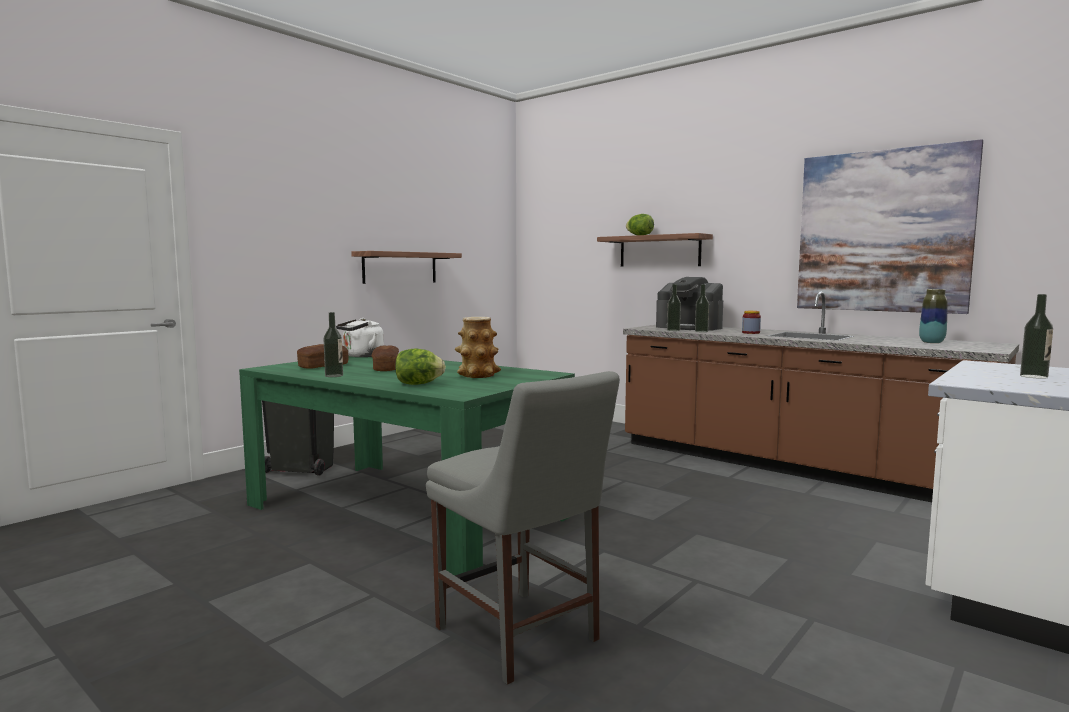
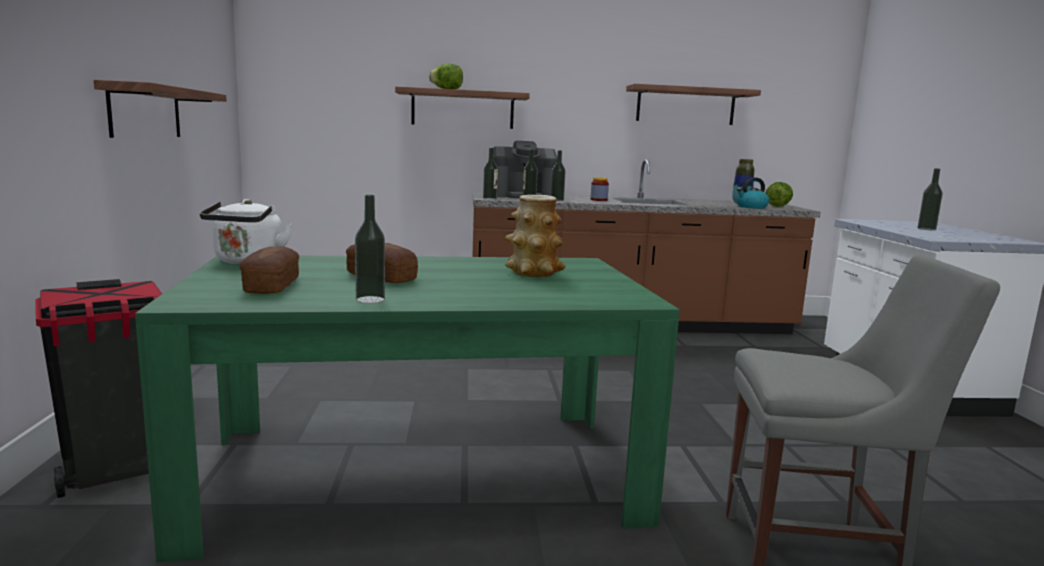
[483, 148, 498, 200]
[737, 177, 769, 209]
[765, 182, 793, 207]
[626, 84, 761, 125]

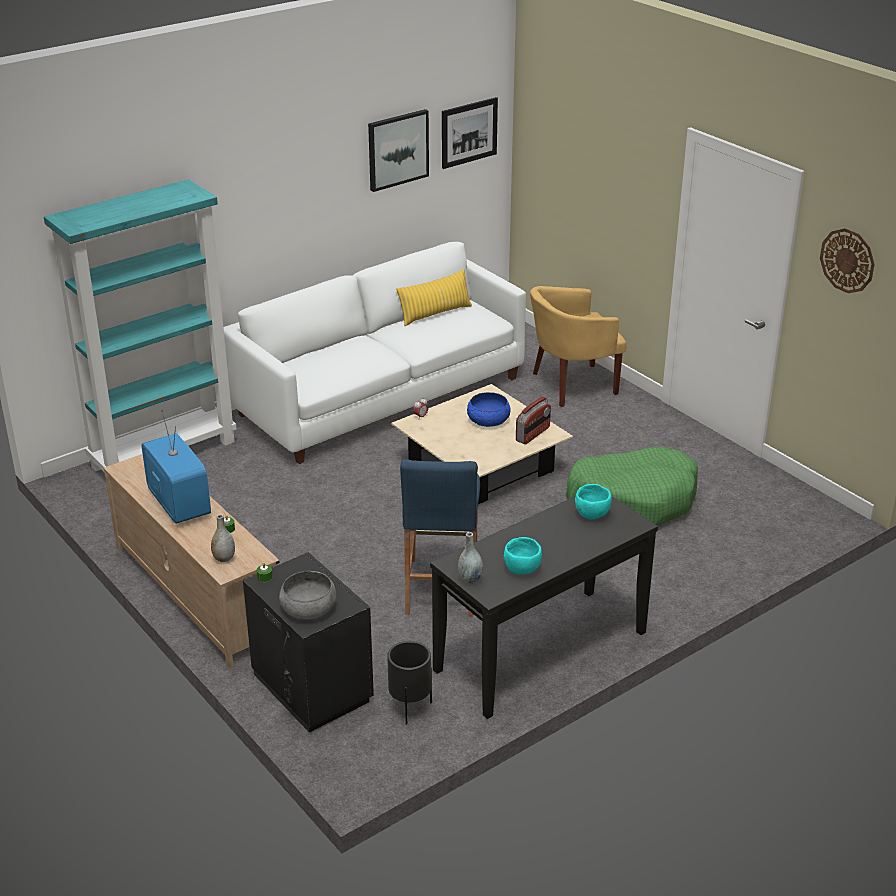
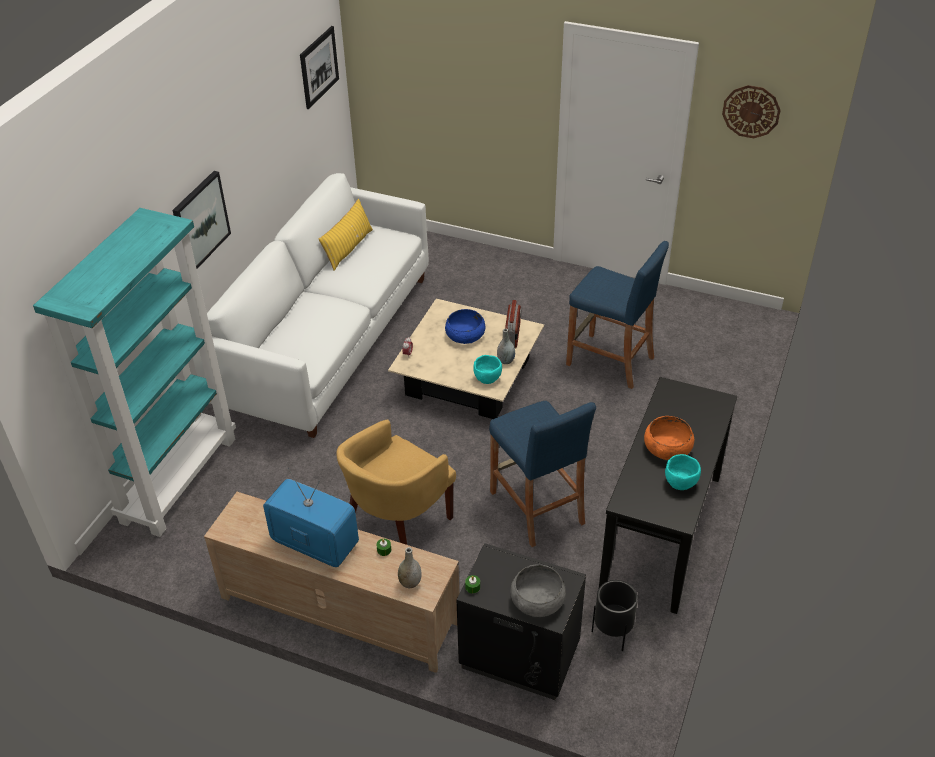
[644, 416, 694, 460]
[172, 171, 231, 269]
[497, 328, 515, 364]
[336, 420, 456, 545]
[473, 355, 502, 384]
[566, 241, 669, 389]

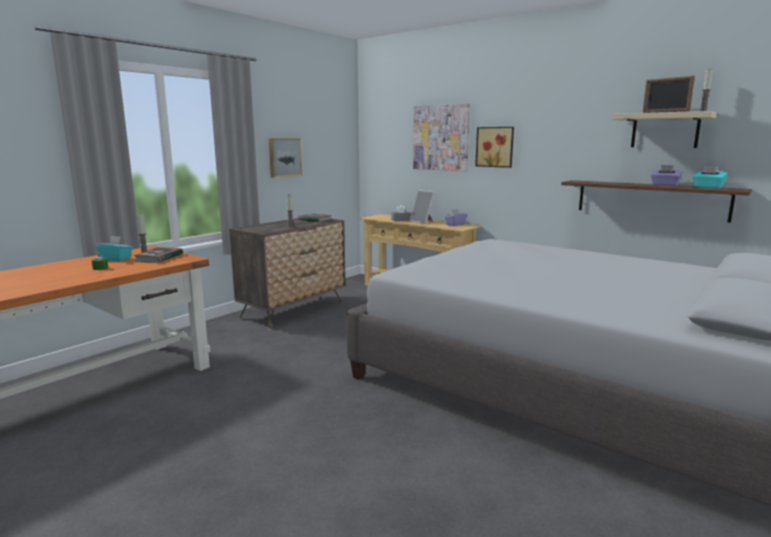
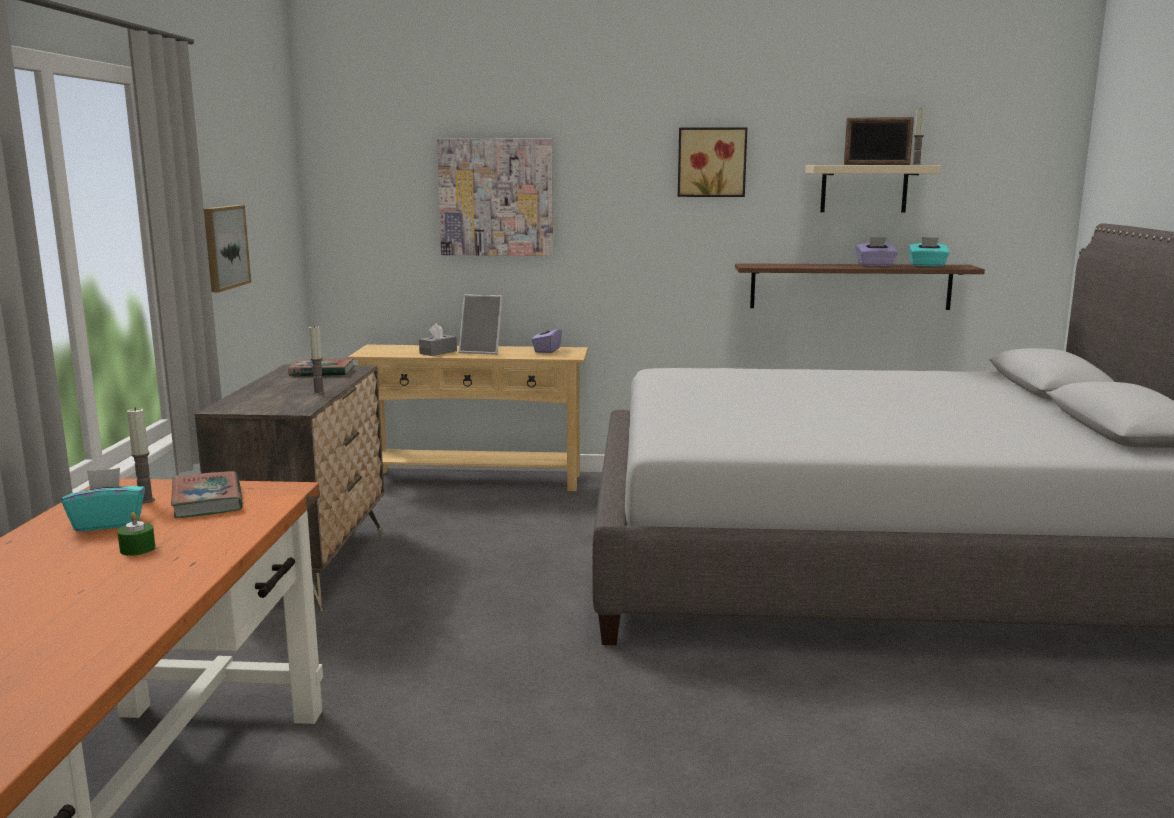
[678, 127, 747, 197]

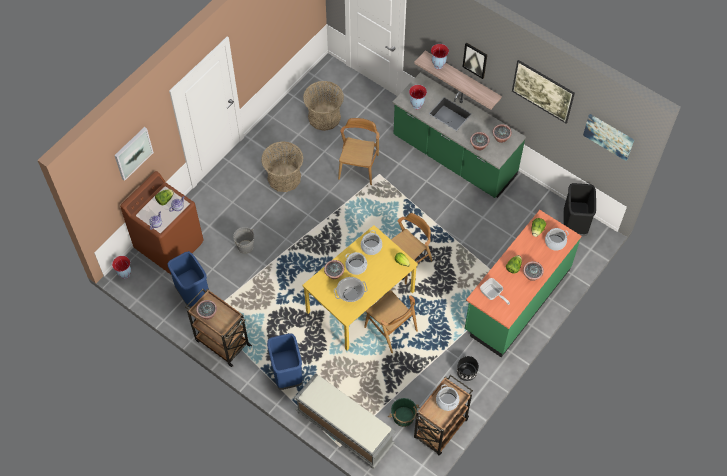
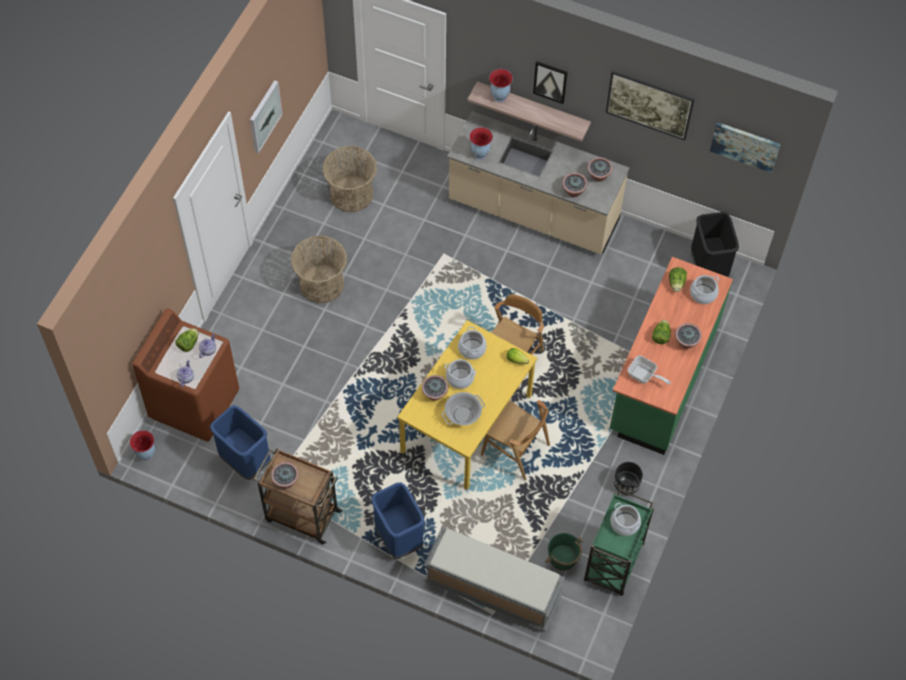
[233, 227, 254, 254] (first image)
[338, 118, 380, 185] (first image)
[250, 80, 283, 153]
[447, 111, 630, 254]
[584, 489, 654, 596]

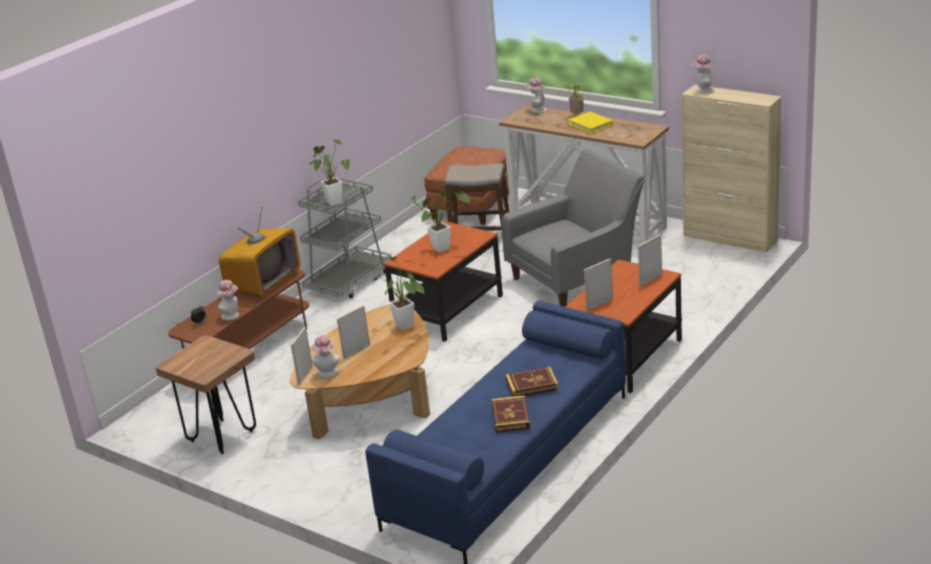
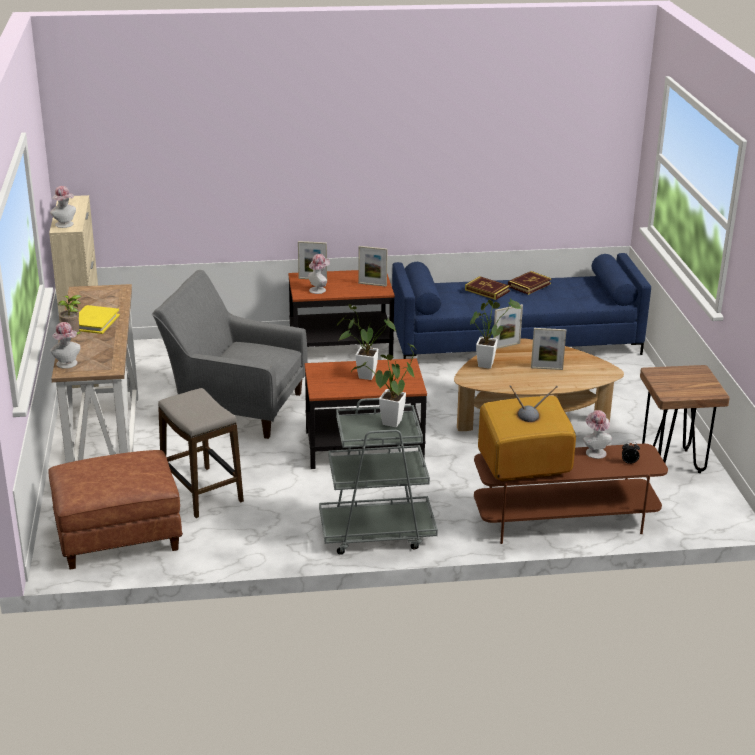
[493, 304, 523, 349]
[308, 254, 330, 294]

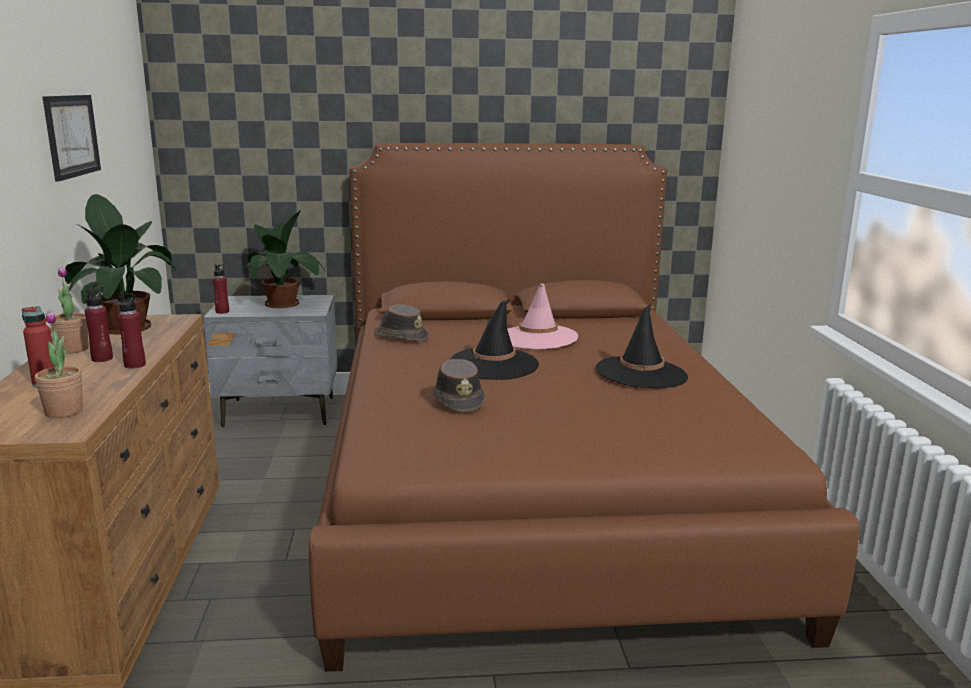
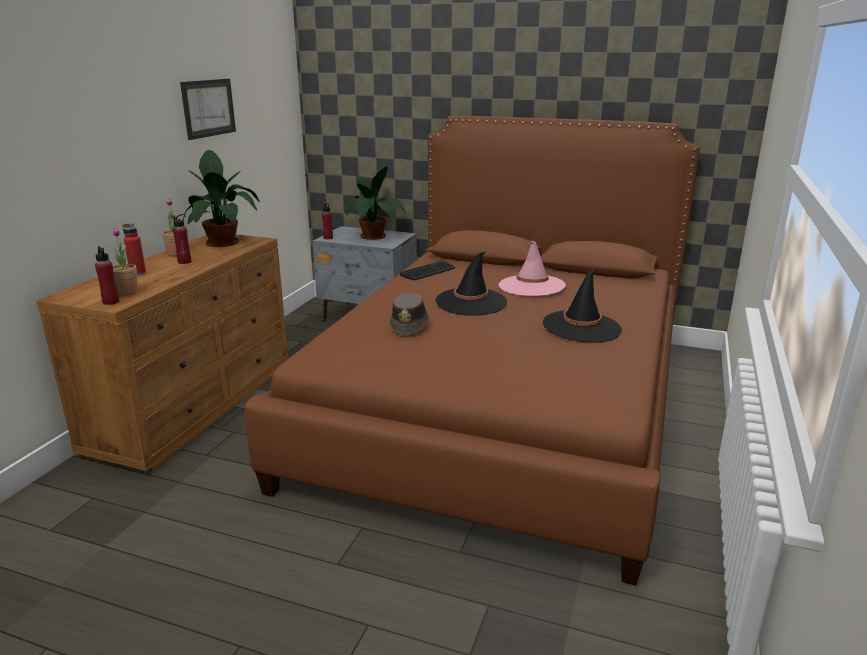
[95, 246, 119, 305]
[400, 261, 455, 280]

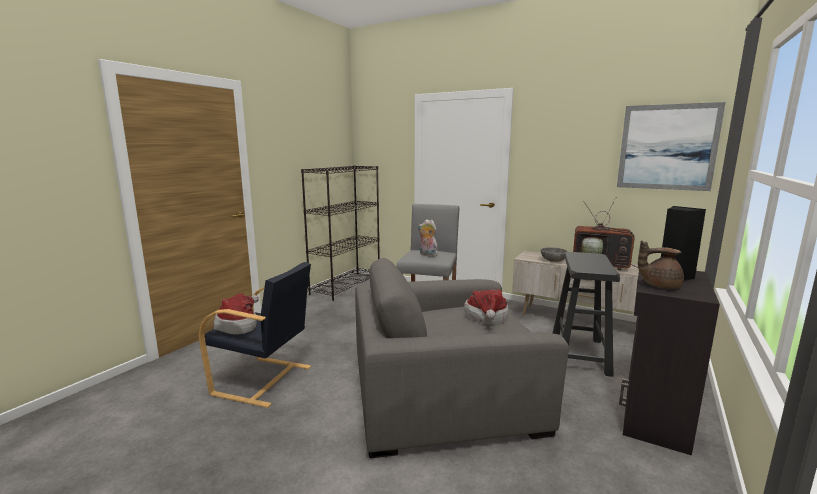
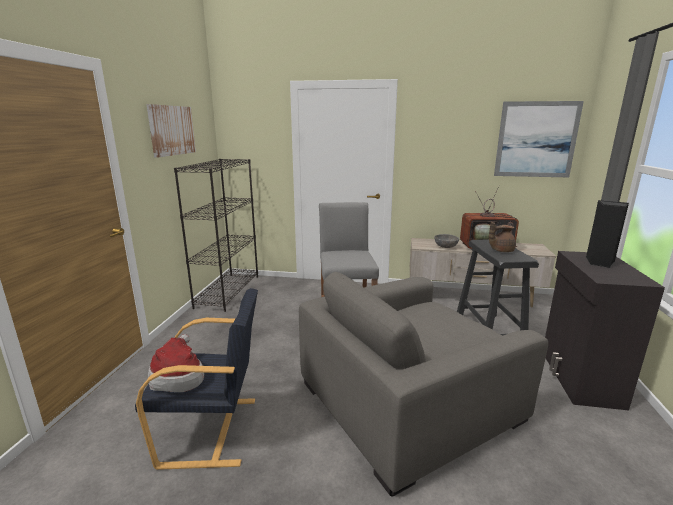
[418, 219, 438, 257] (first image)
[464, 289, 509, 325] (first image)
[146, 104, 196, 158]
[489, 222, 516, 252]

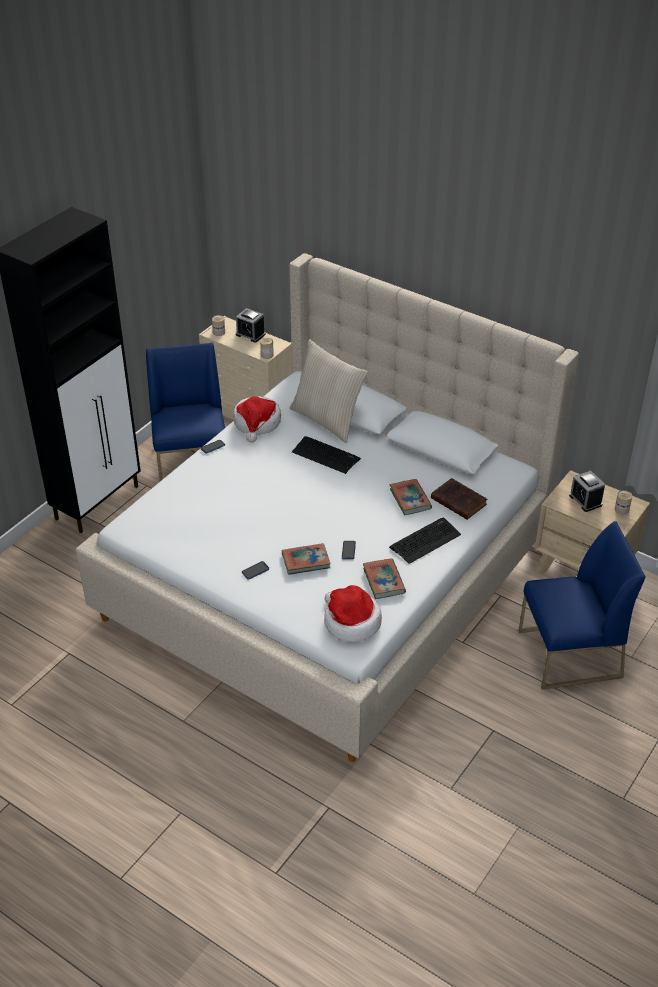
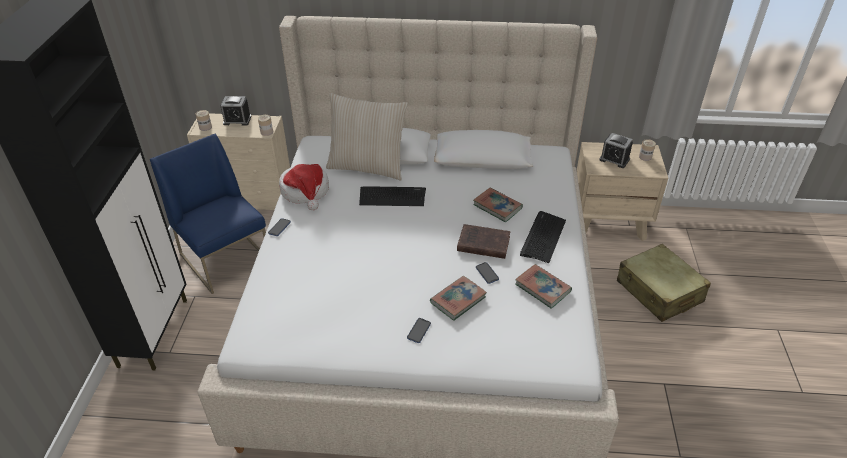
[324, 585, 382, 642] (first image)
[457, 224, 511, 259]
[617, 244, 711, 322]

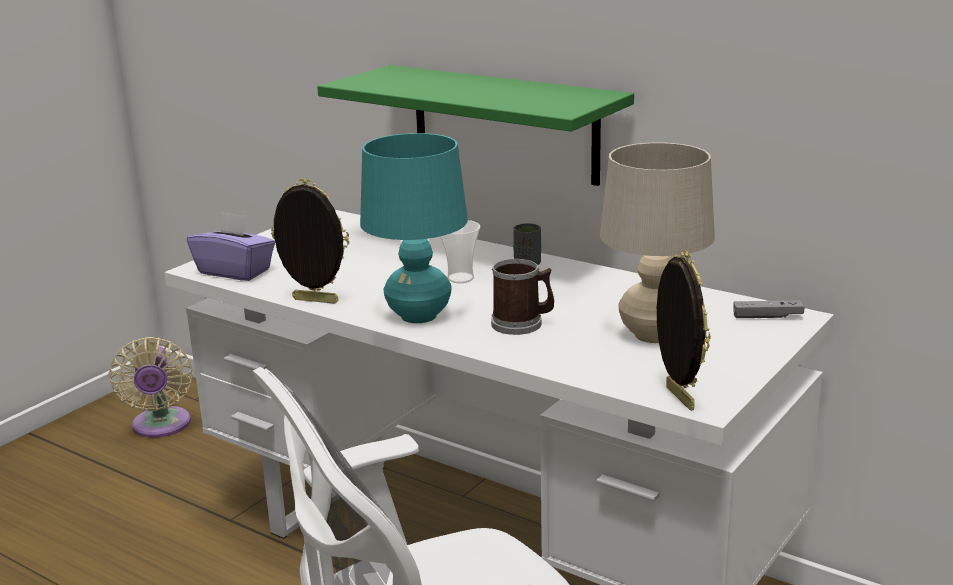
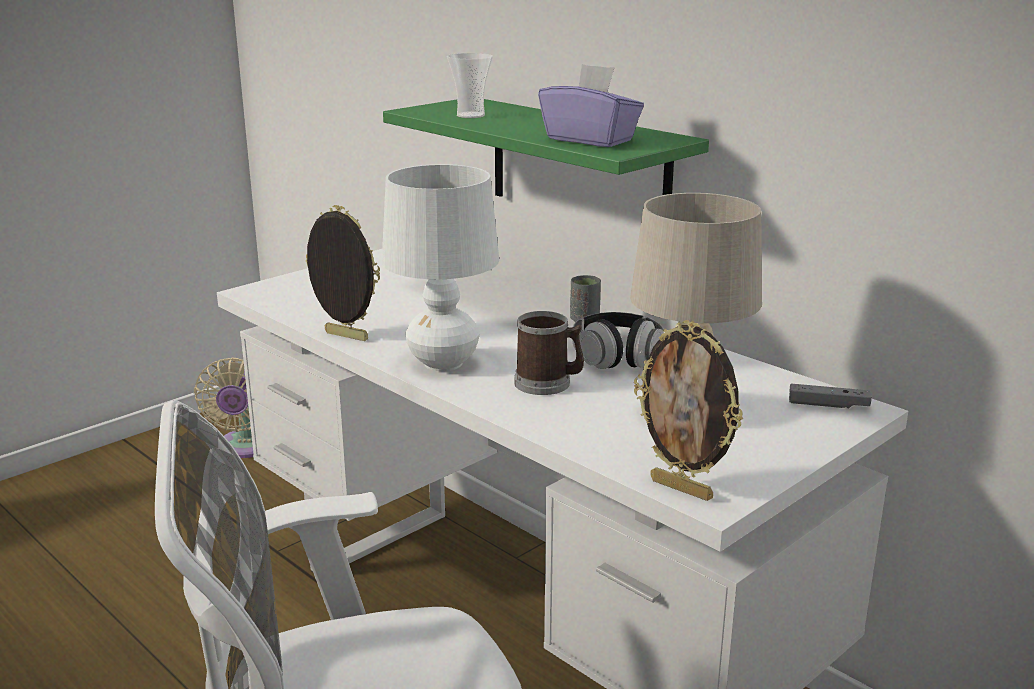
[572, 312, 664, 369]
[538, 64, 644, 147]
[447, 53, 493, 118]
[382, 164, 499, 371]
[634, 320, 743, 501]

